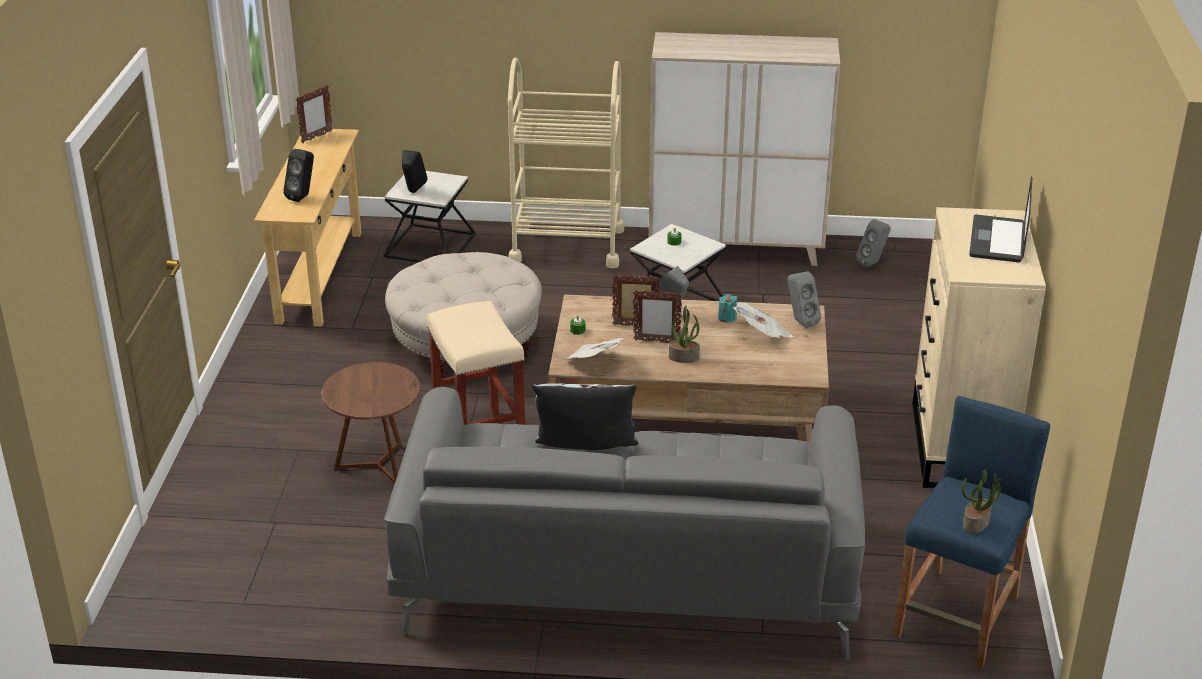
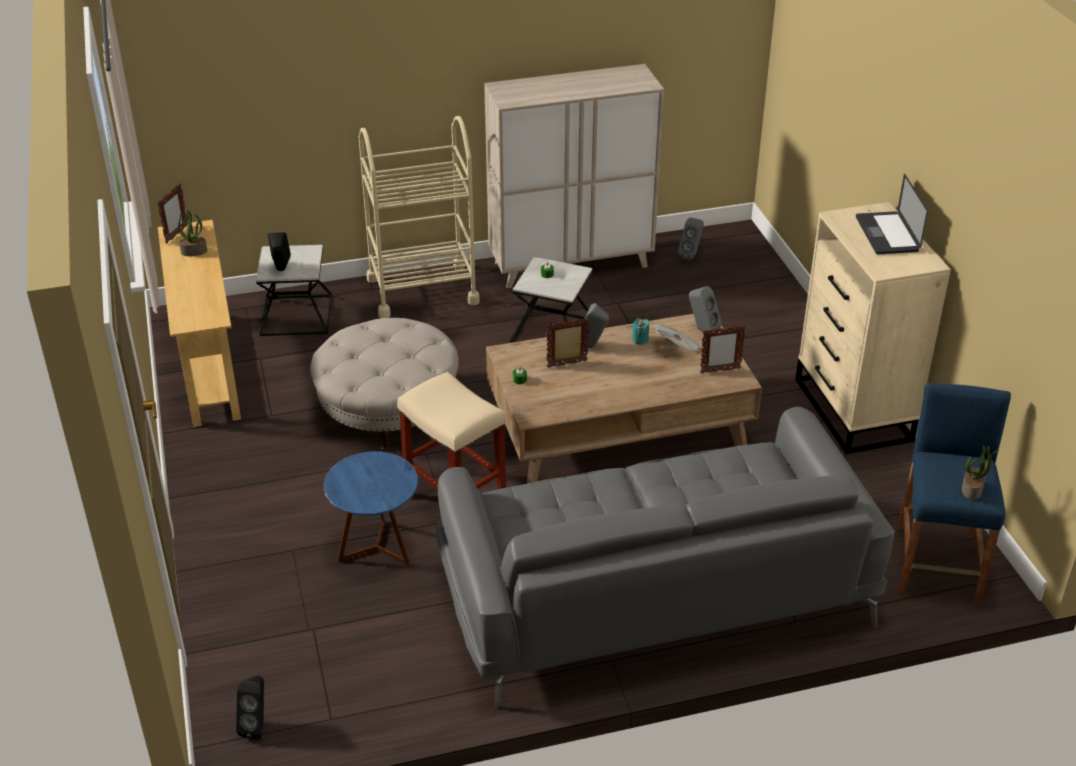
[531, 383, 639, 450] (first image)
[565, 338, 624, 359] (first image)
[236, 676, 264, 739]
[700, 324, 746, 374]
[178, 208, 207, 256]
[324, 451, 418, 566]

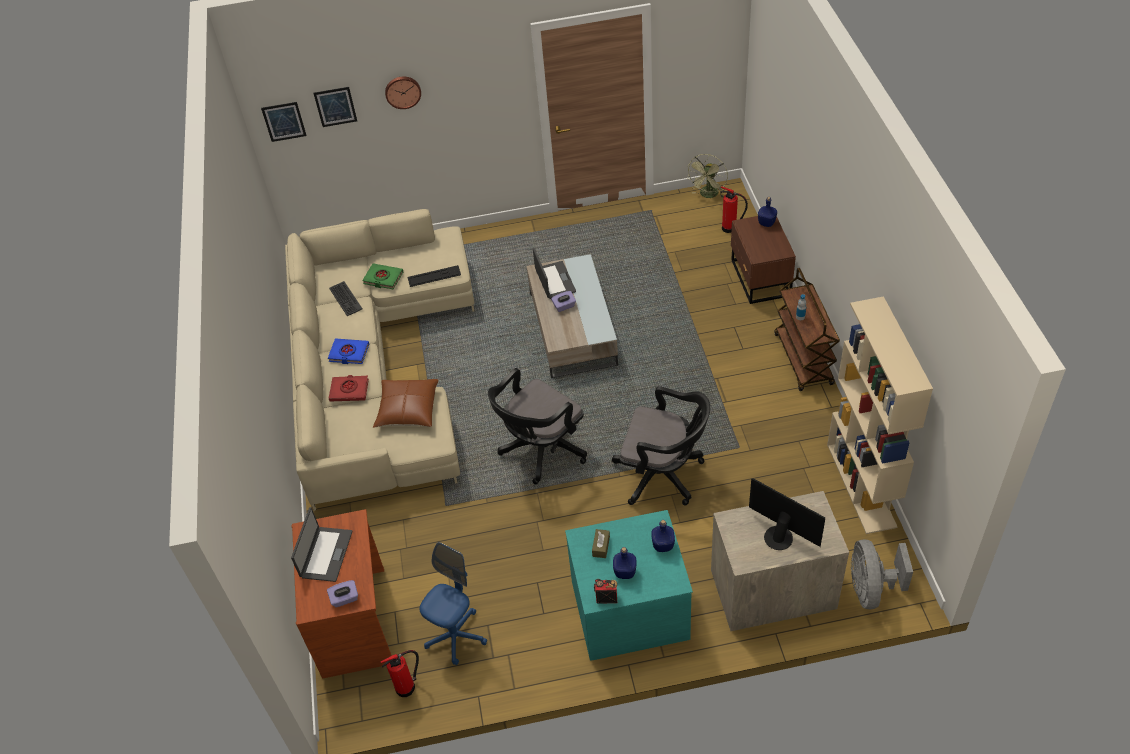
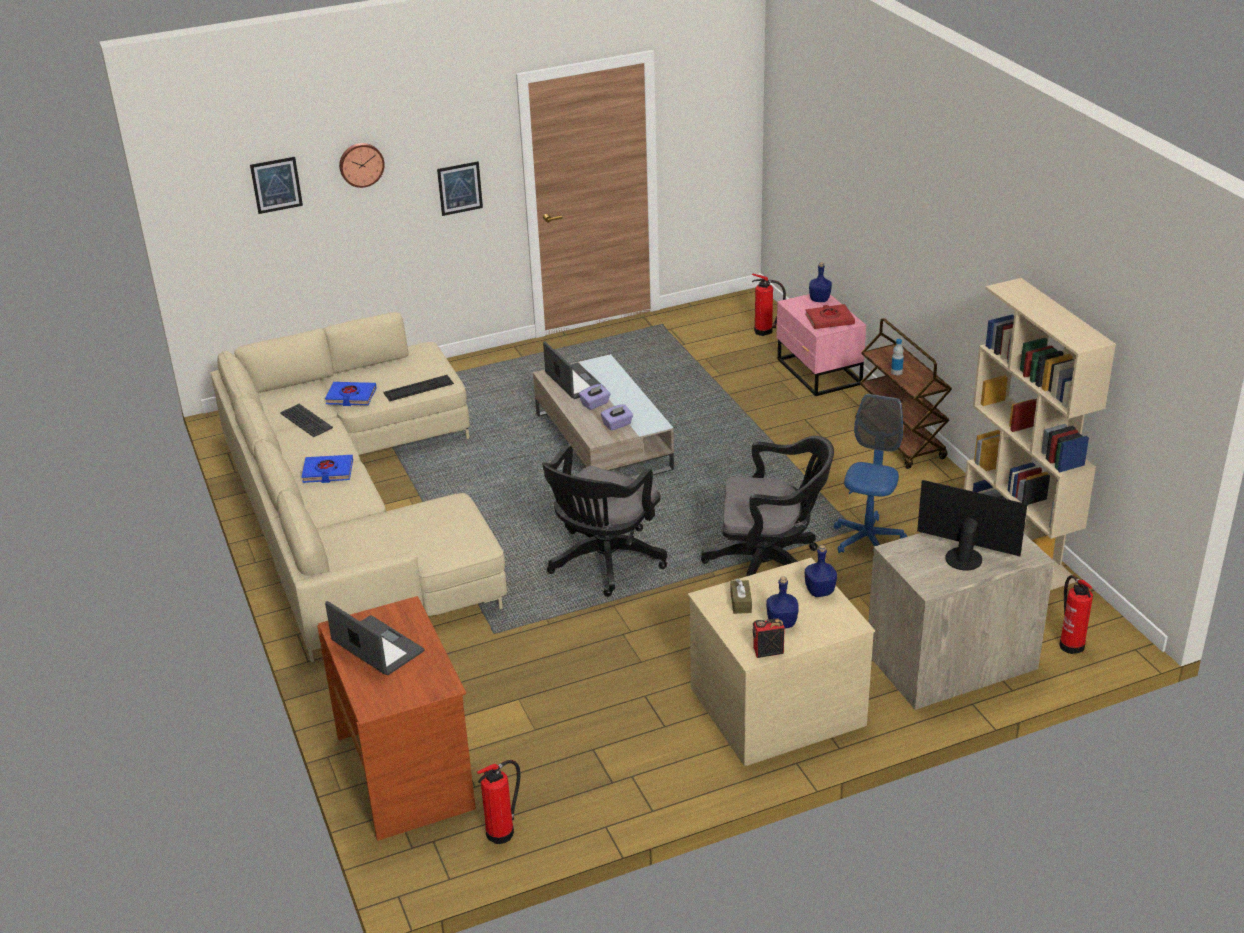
[373, 379, 439, 428] (first image)
[686, 154, 728, 198] (first image)
[437, 161, 483, 216]
[601, 405, 633, 431]
[805, 304, 855, 329]
[834, 394, 907, 553]
[1059, 575, 1093, 654]
[325, 382, 377, 406]
[688, 558, 875, 766]
[776, 294, 866, 396]
[325, 601, 424, 675]

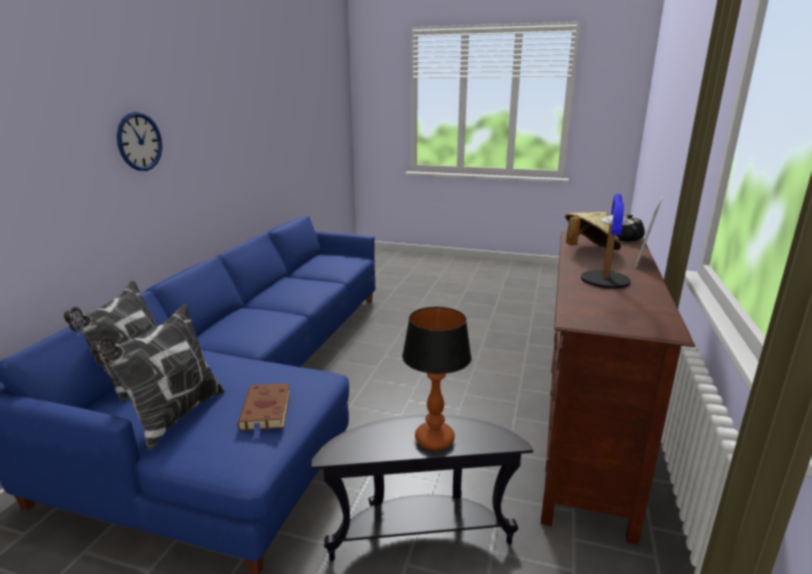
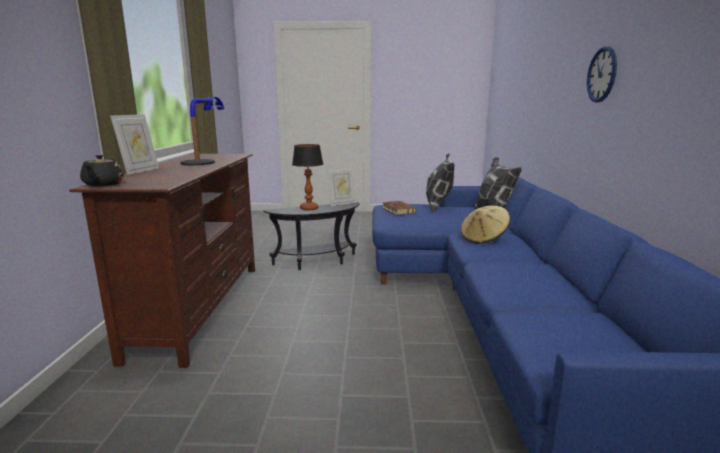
[327, 167, 356, 206]
[461, 206, 510, 244]

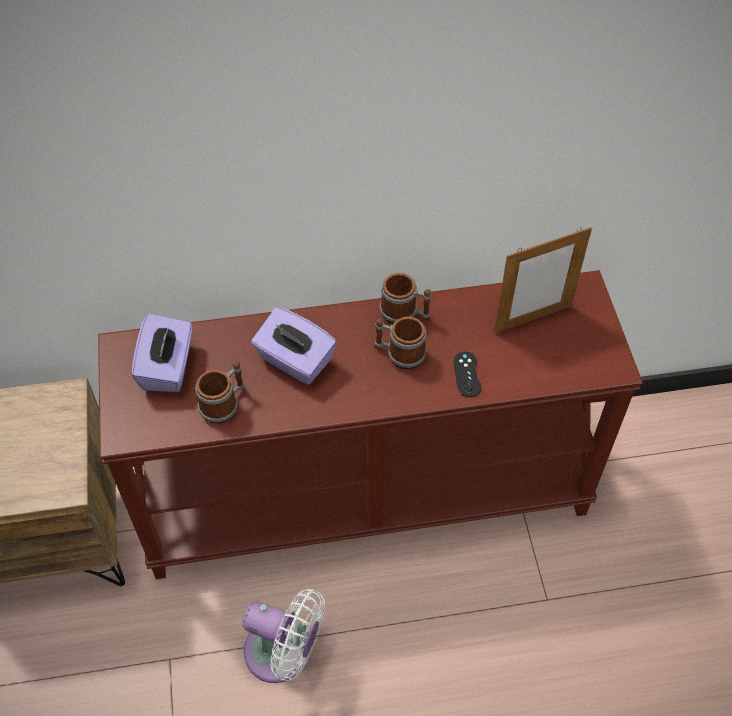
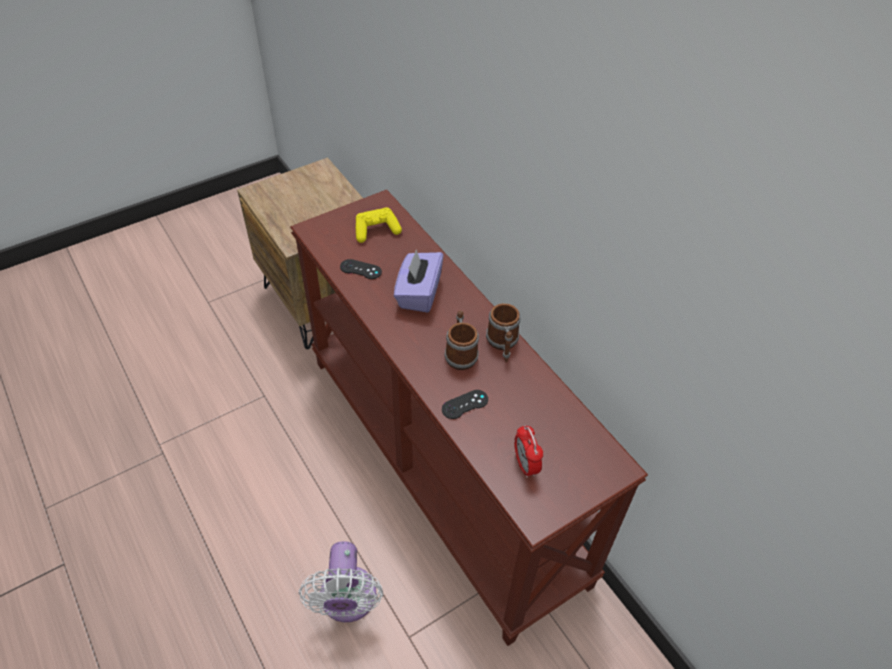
[494, 227, 592, 334] (first image)
[514, 425, 543, 478]
[299, 541, 383, 622]
[356, 207, 402, 243]
[340, 259, 382, 279]

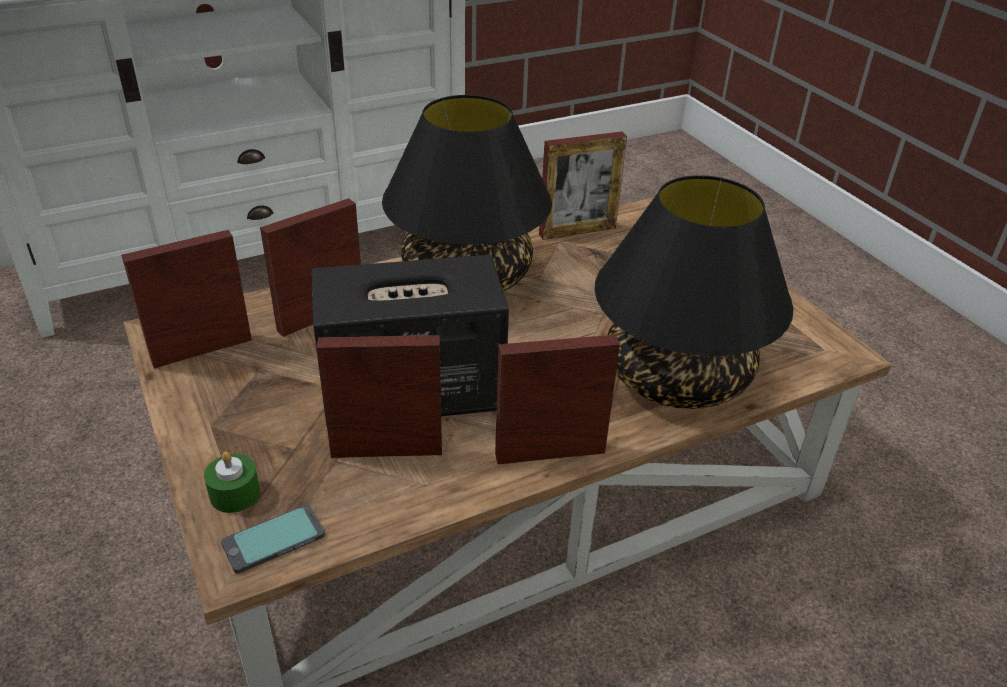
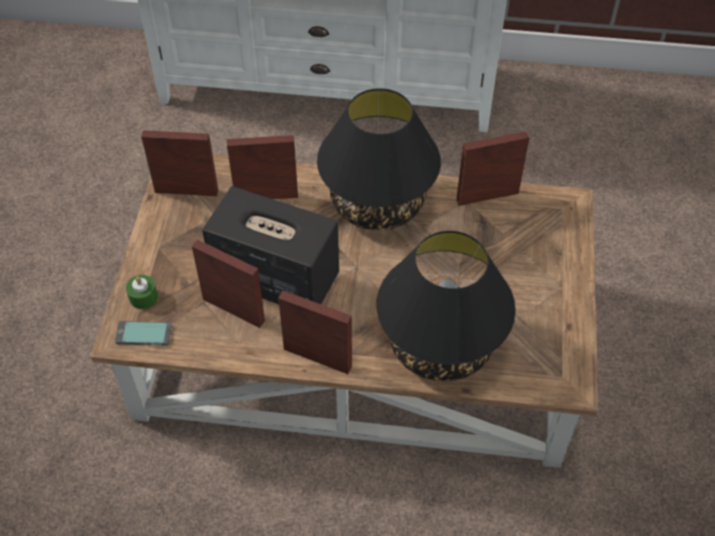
[456, 131, 529, 206]

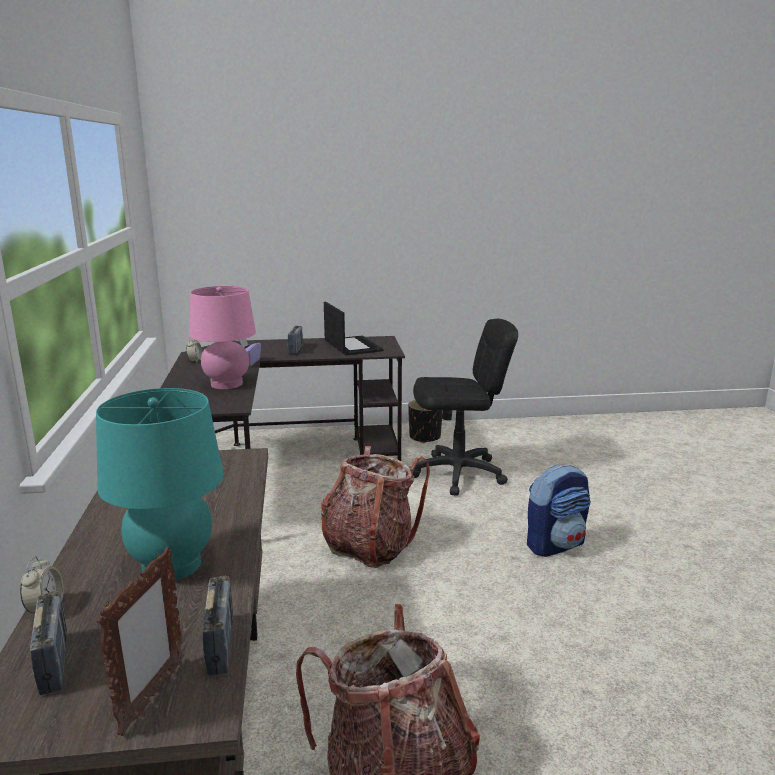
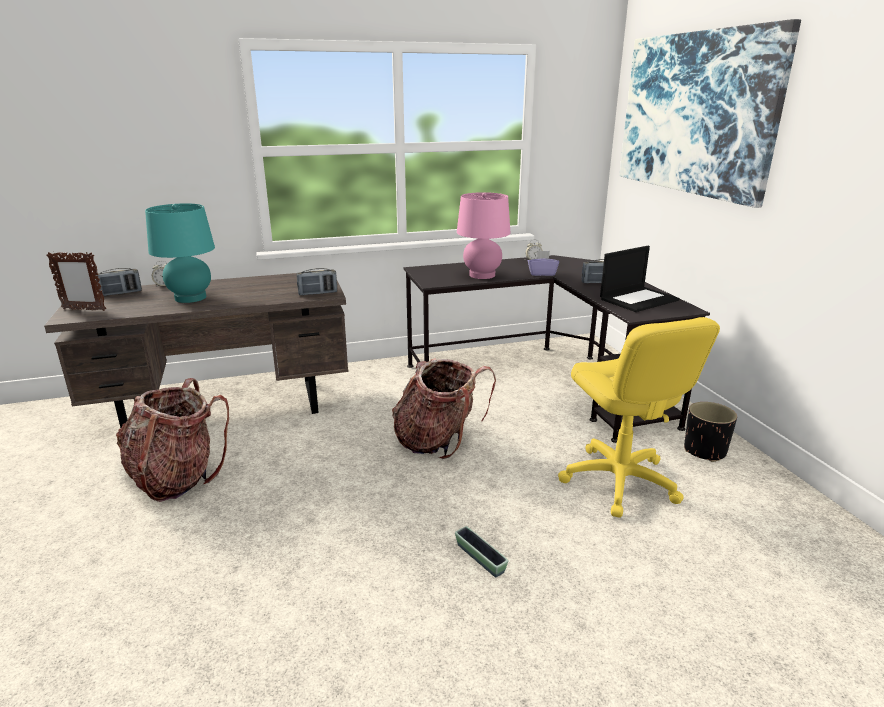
[619, 19, 801, 208]
[297, 268, 337, 295]
[455, 526, 509, 577]
[558, 317, 720, 518]

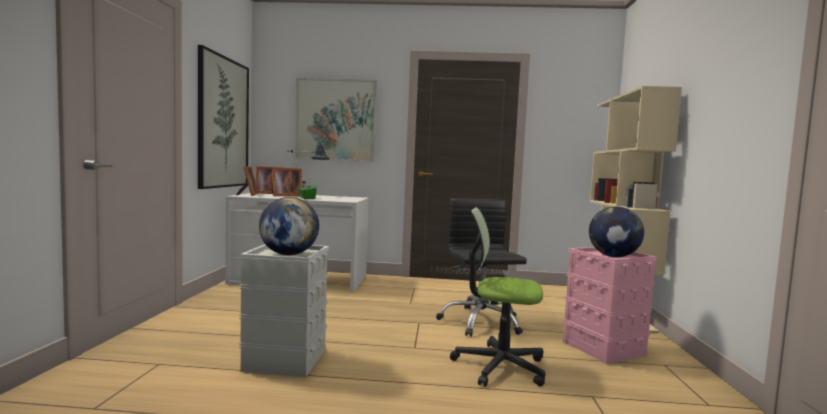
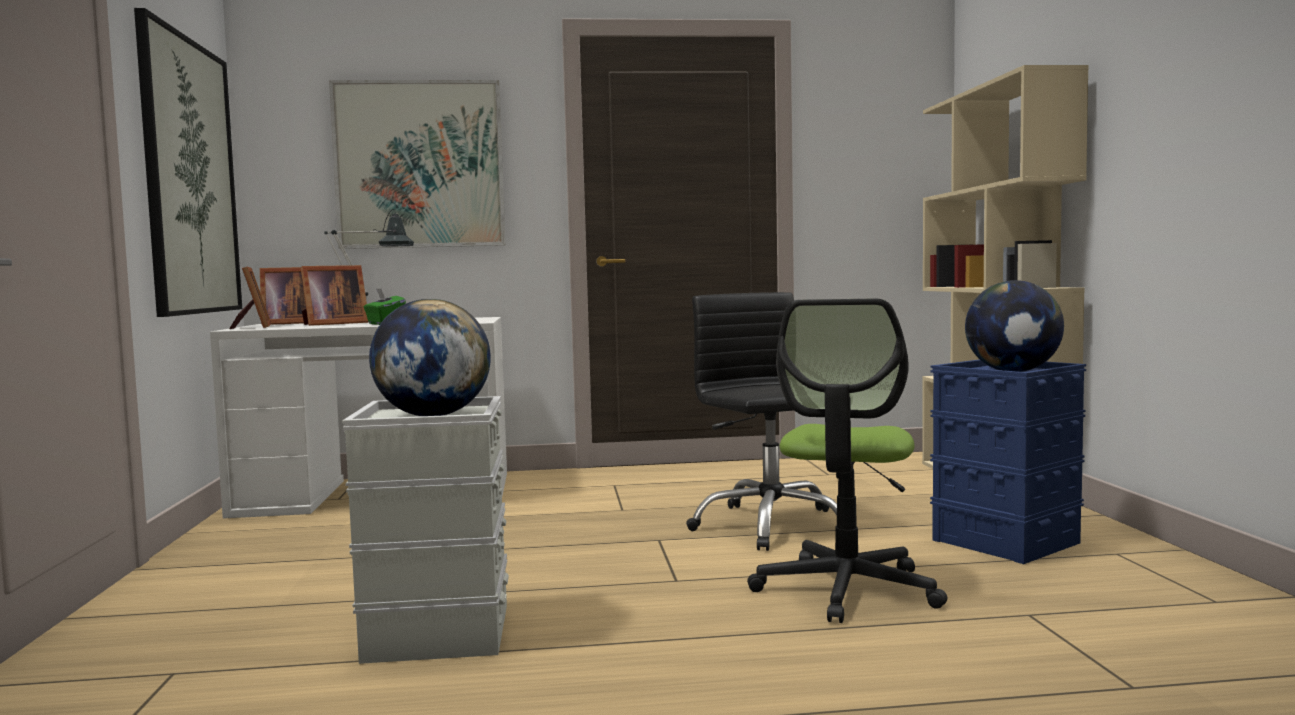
[930, 359, 1086, 564]
[747, 299, 948, 623]

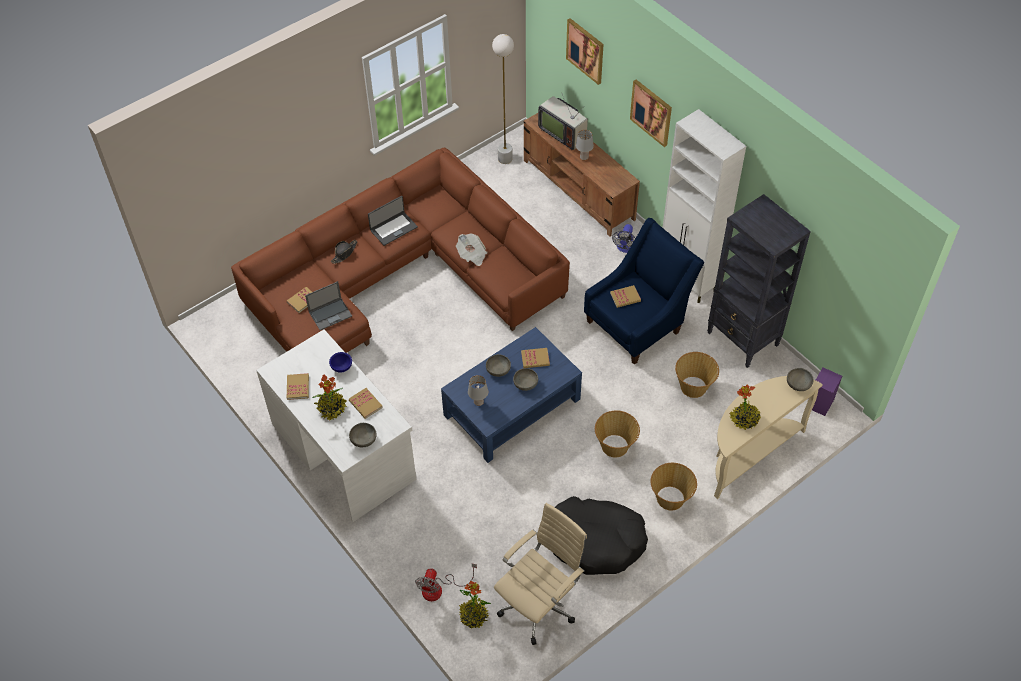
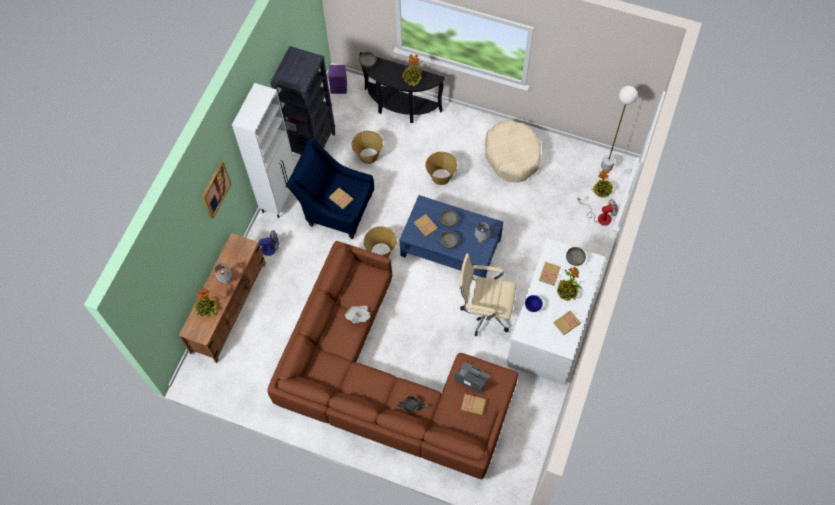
[368, 196, 418, 246] (first image)
[566, 18, 604, 85] (first image)
[601, 86, 638, 171]
[459, 253, 516, 336]
[364, 226, 397, 258]
[194, 288, 217, 318]
[485, 120, 541, 183]
[359, 52, 445, 123]

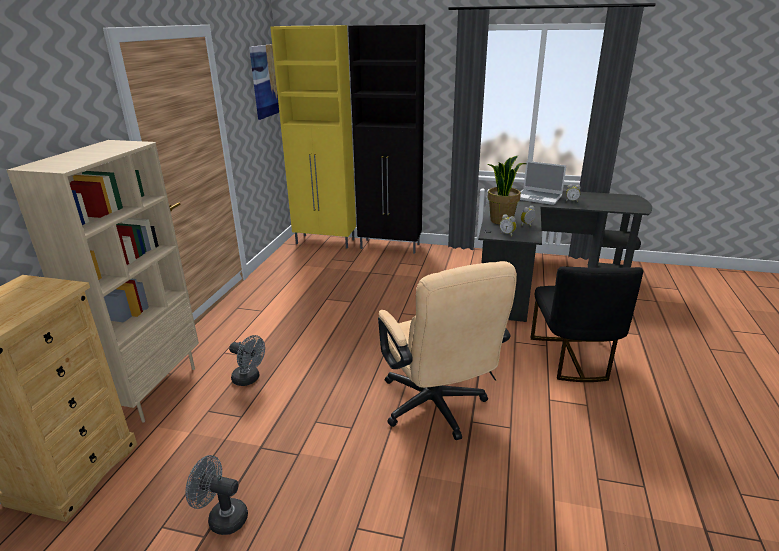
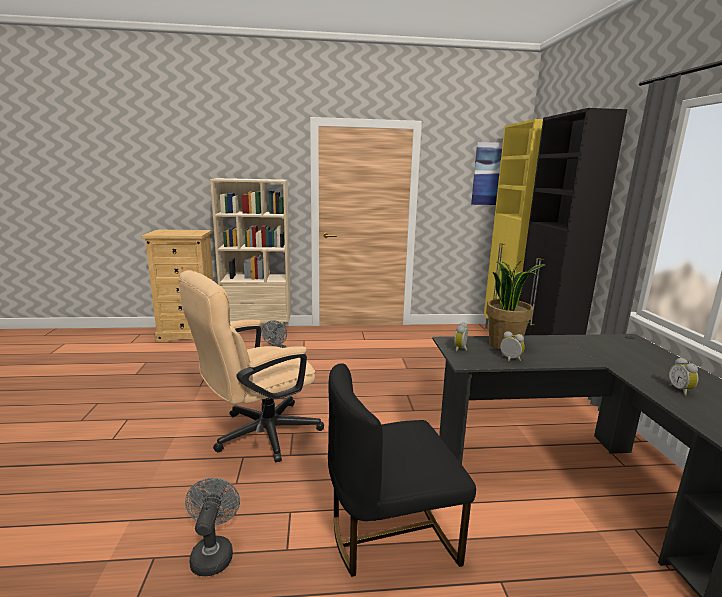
[520, 161, 566, 205] (first image)
[185, 478, 240, 576]

